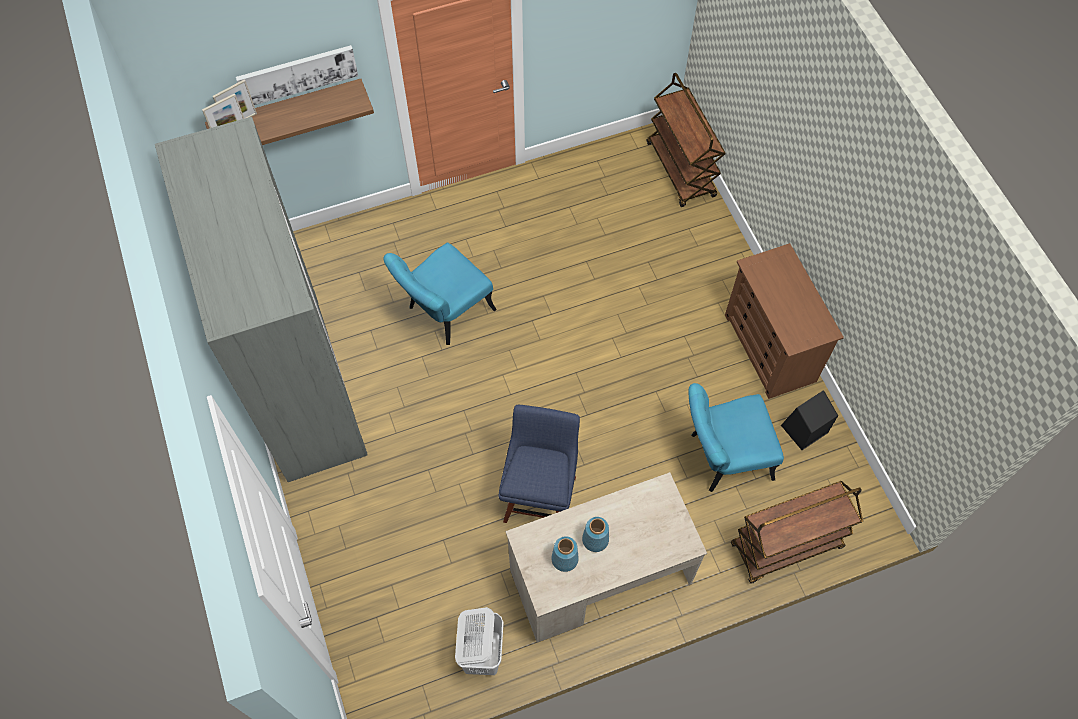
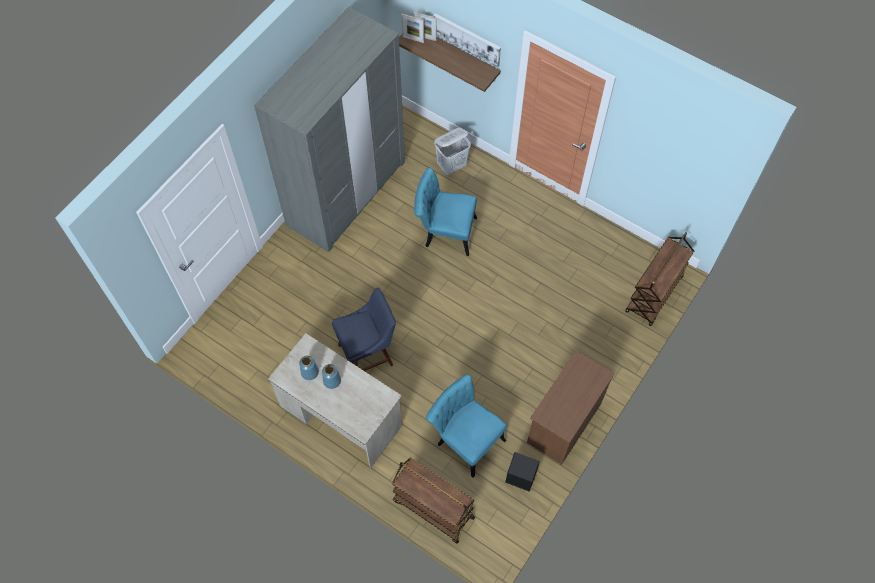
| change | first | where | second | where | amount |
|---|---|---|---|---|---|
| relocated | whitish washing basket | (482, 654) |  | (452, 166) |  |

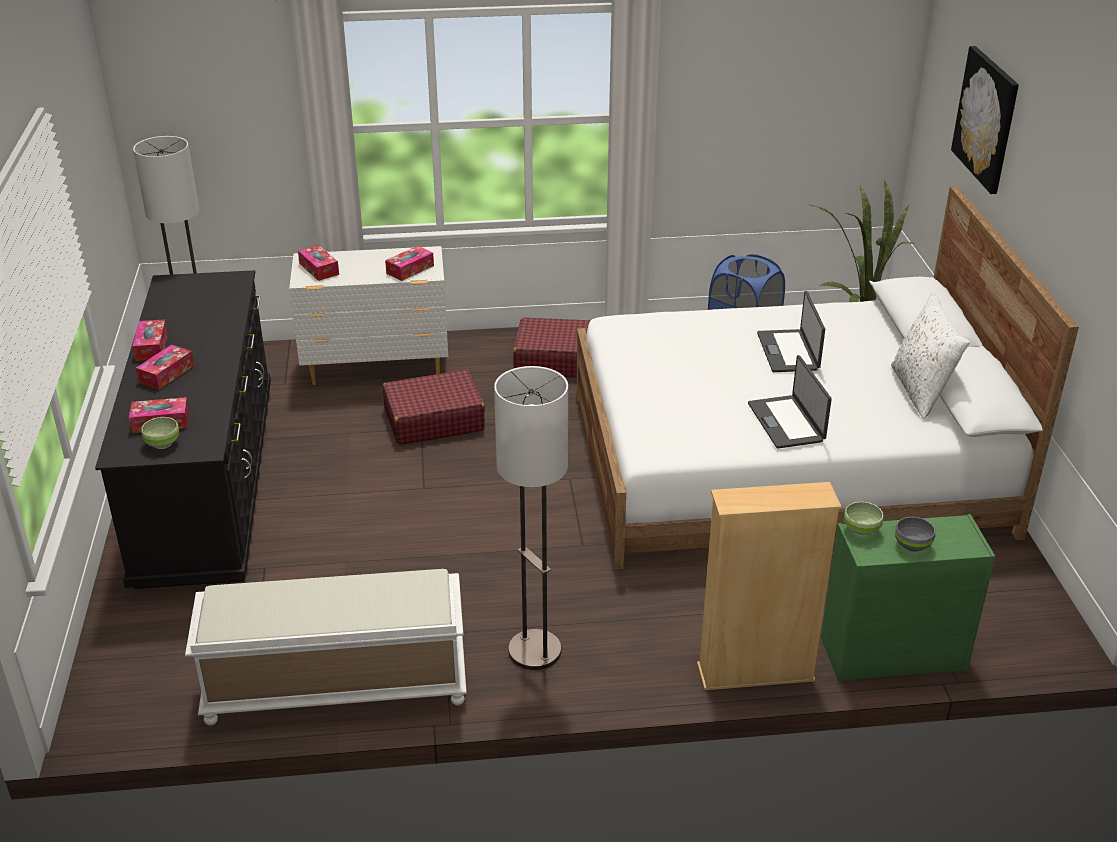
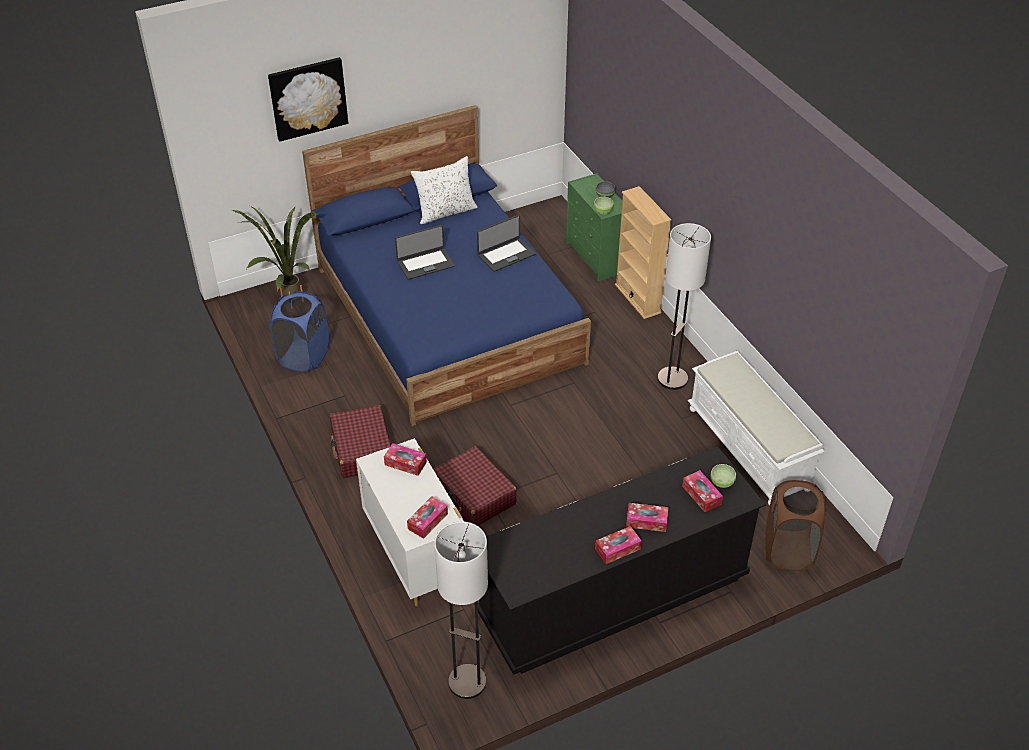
| change | first | where | second | where | amount |
|---|---|---|---|---|---|
| appeared |  |  | brown washing basket | (788, 550) |  |
| colour | whitish bedroom bed | (785, 464) | blue bedroom bed | (448, 314) |  |

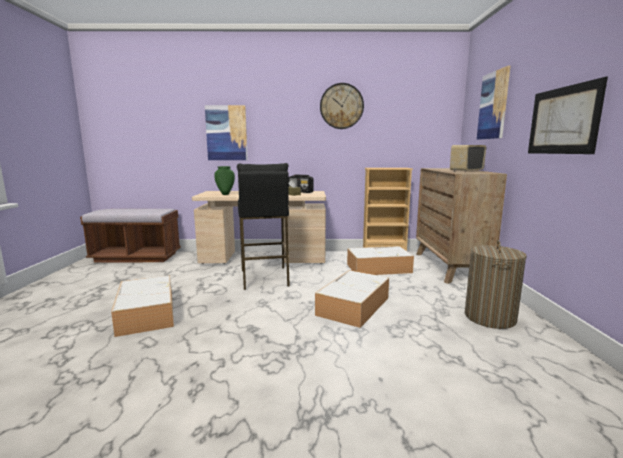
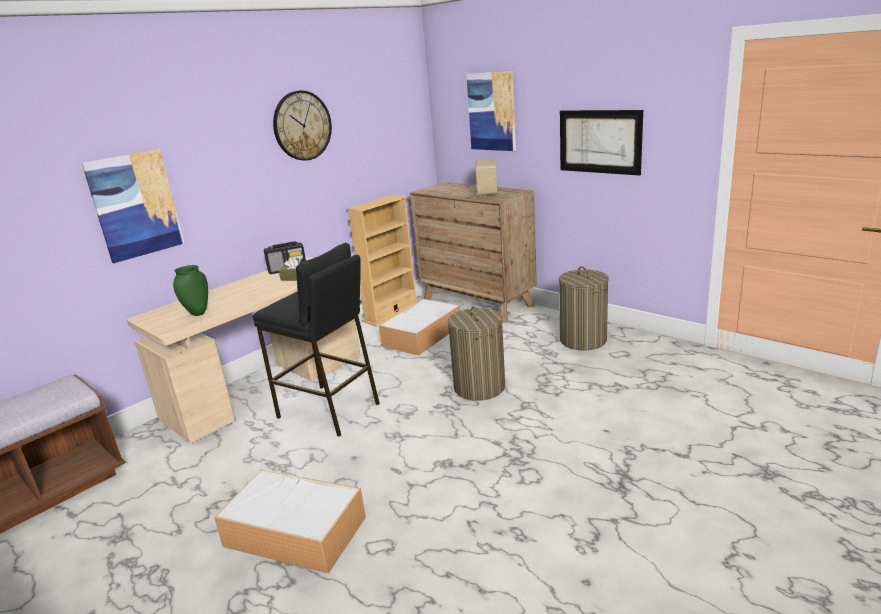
| change | first | where | second | where | amount |
|---|---|---|---|---|---|
| exchanged | storage container | (353, 305) | washing basket | (479, 387) |  |

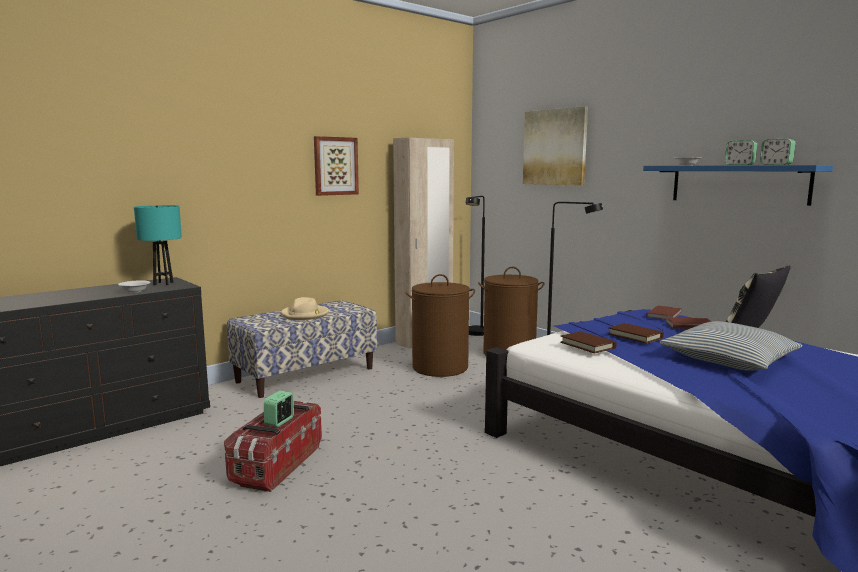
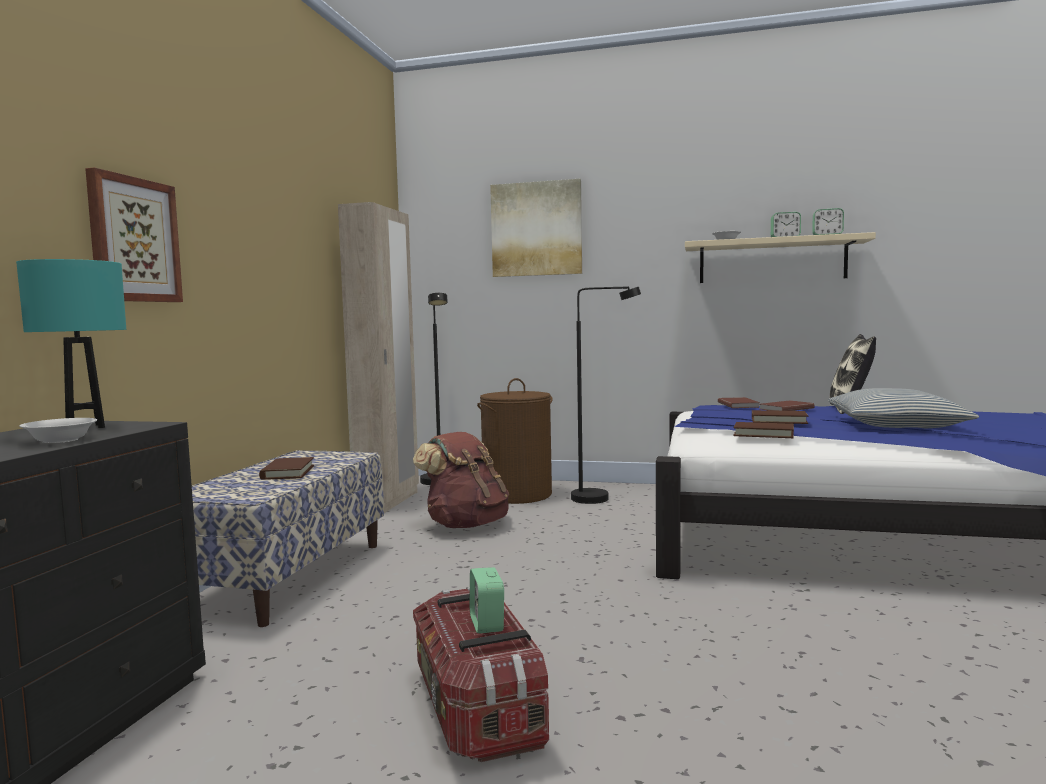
| change | first | where | second | where | amount |
|---|---|---|---|---|---|
| relocated | wall picture | (335, 166) |  | (133, 240) |  |
| exchanged | beige-coloured hat | (305, 315) | brown bound book | (288, 472) |  |
| exchanged | brown washing basket | (440, 367) | brown knapsack | (466, 525) |  |
| colour | blue bracket shelf | (738, 184) | beige-coloured bracket shelf | (772, 261) |  |

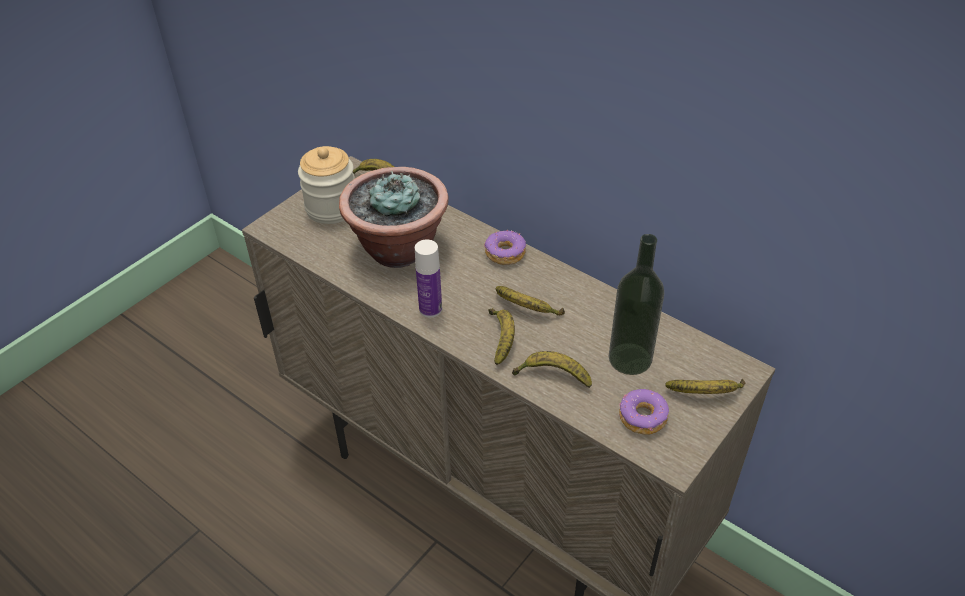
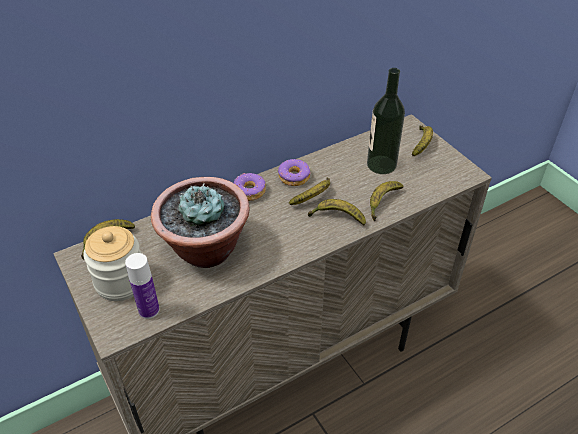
| change | first | where | second | where | amount |
|---|---|---|---|---|---|
| relocated | drink bottle | (430, 309) |  | (149, 310) |  |
| relocated | ring doughnut | (642, 418) |  | (294, 177) |  |

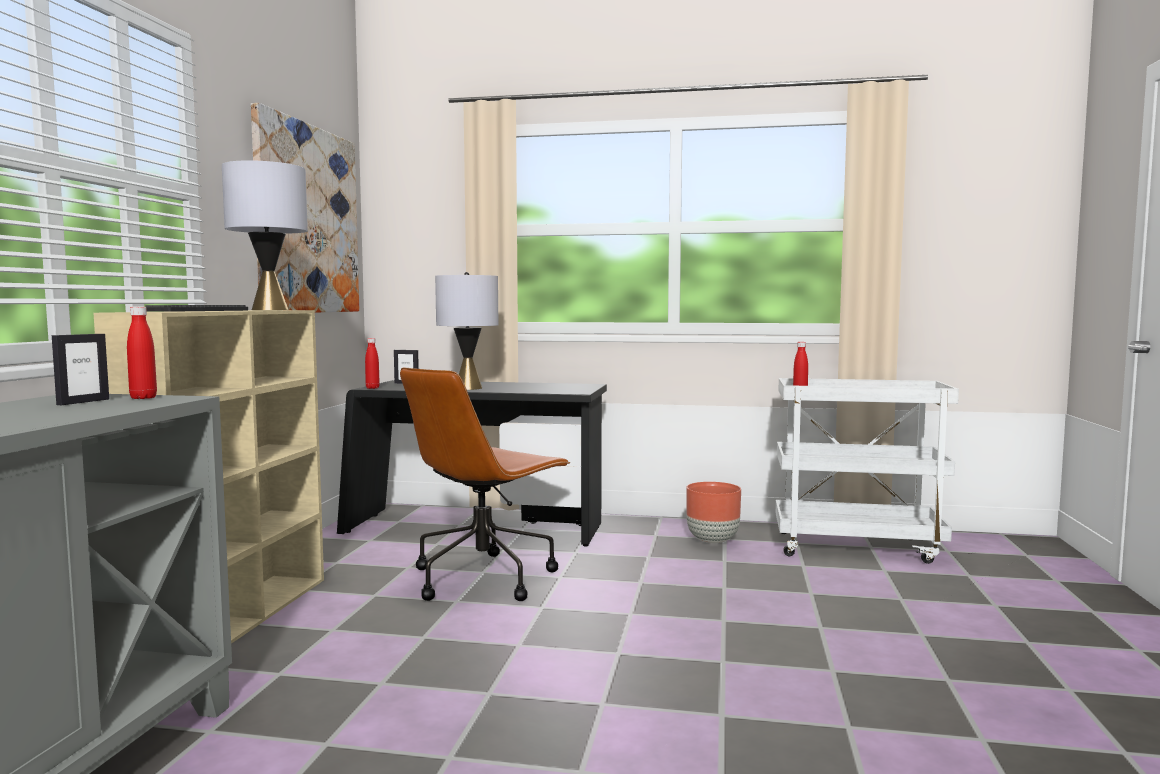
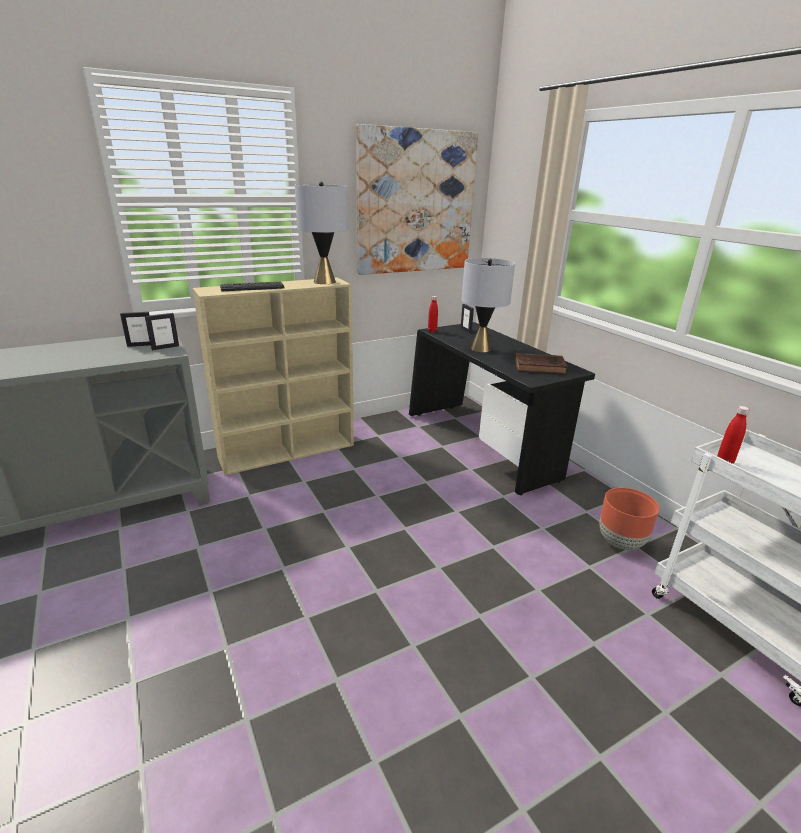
| change | first | where | second | where | amount |
|---|---|---|---|---|---|
| missing | brown computer chair | (484, 577) |  |  |  |
| appeared |  |  | brown bound book | (541, 367) |  |
| exchanged | red-coloured drink bottle | (143, 398) | picture frame | (165, 347) |  |

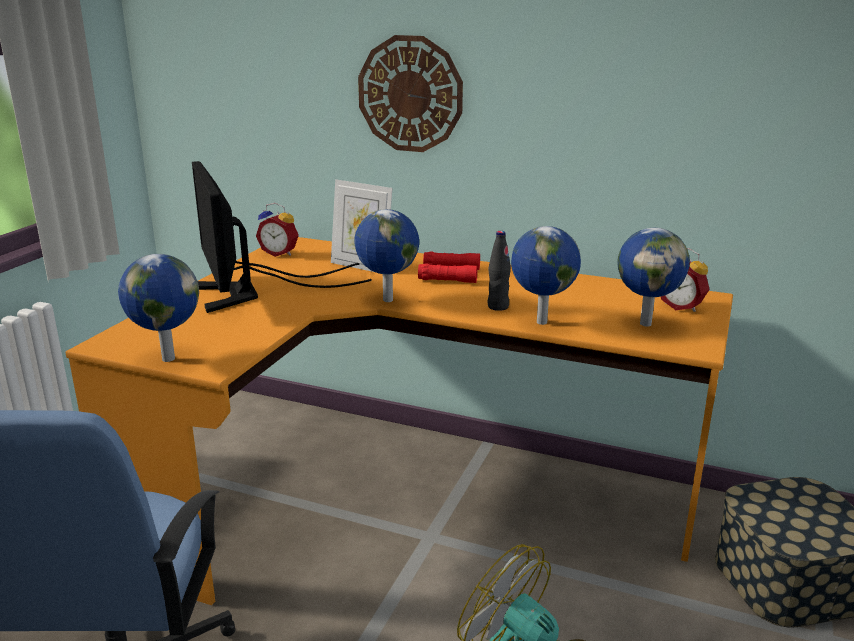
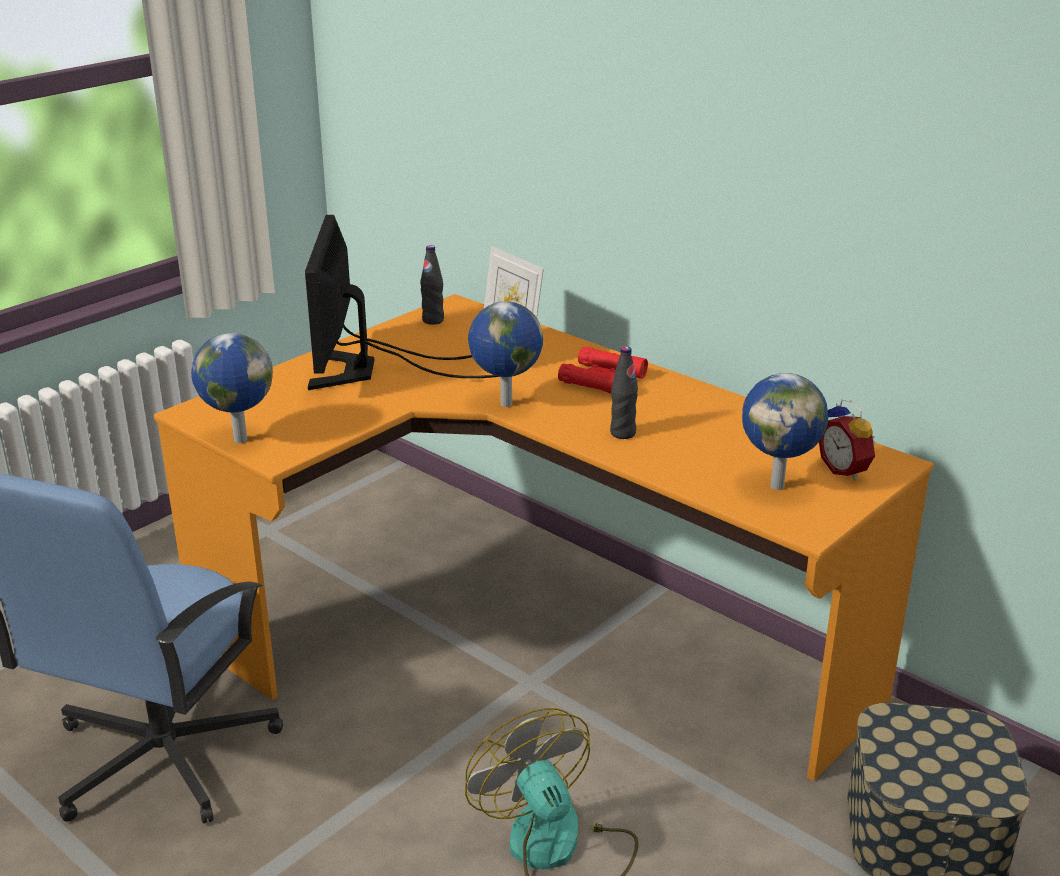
| change | first | where | second | where | amount |
|---|---|---|---|---|---|
| missing | clock on the wall | (410, 94) |  |  |  |
| missing | globe | (540, 322) |  |  |  |
| exchanged | alarm clock | (280, 253) | black drink bottle | (433, 320) |  |

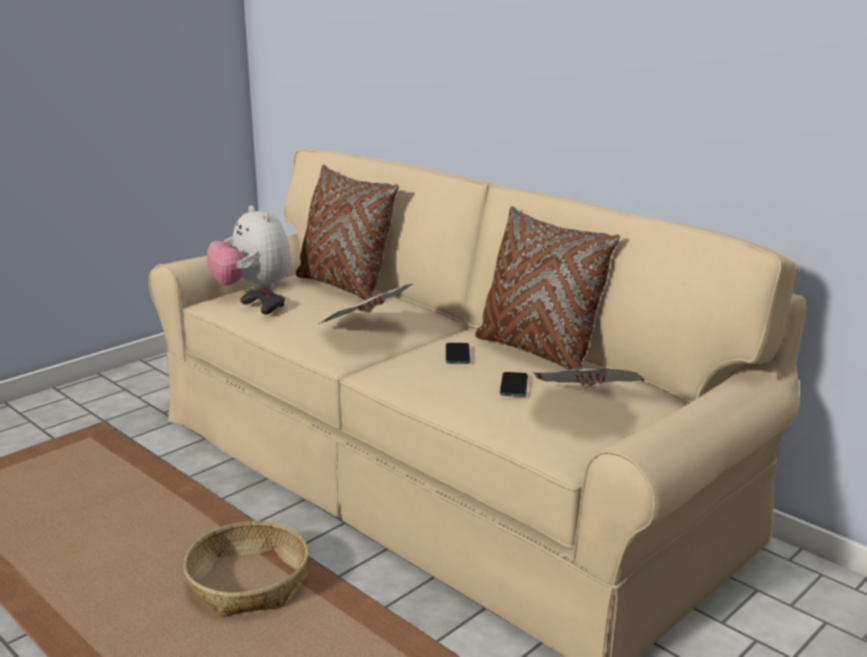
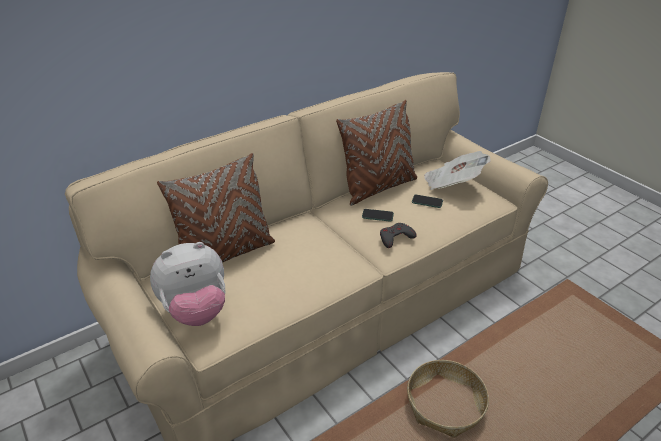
| change | first | where | second | where | amount |
|---|---|---|---|---|---|
| missing | printed paper | (365, 328) |  |  |  |
| relocated | greyish joypad | (264, 306) |  | (395, 237) |  |

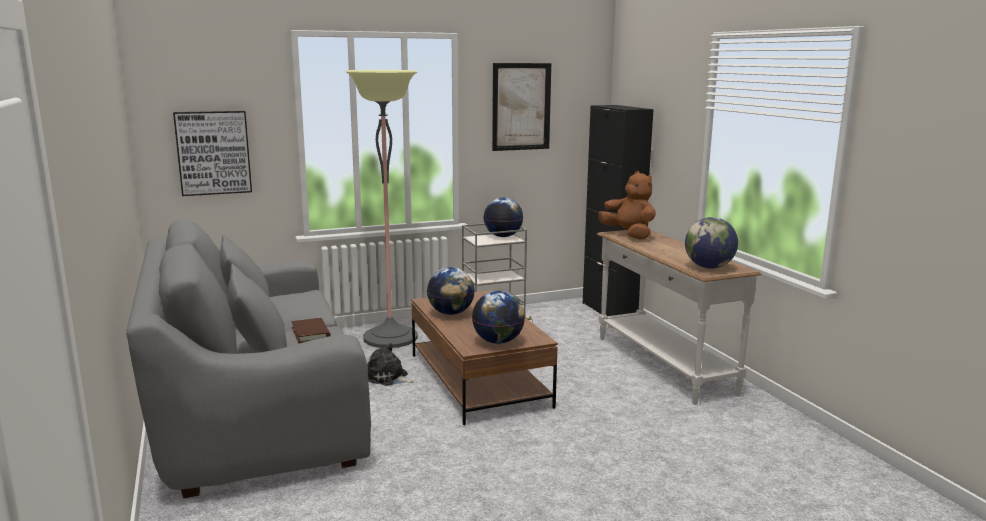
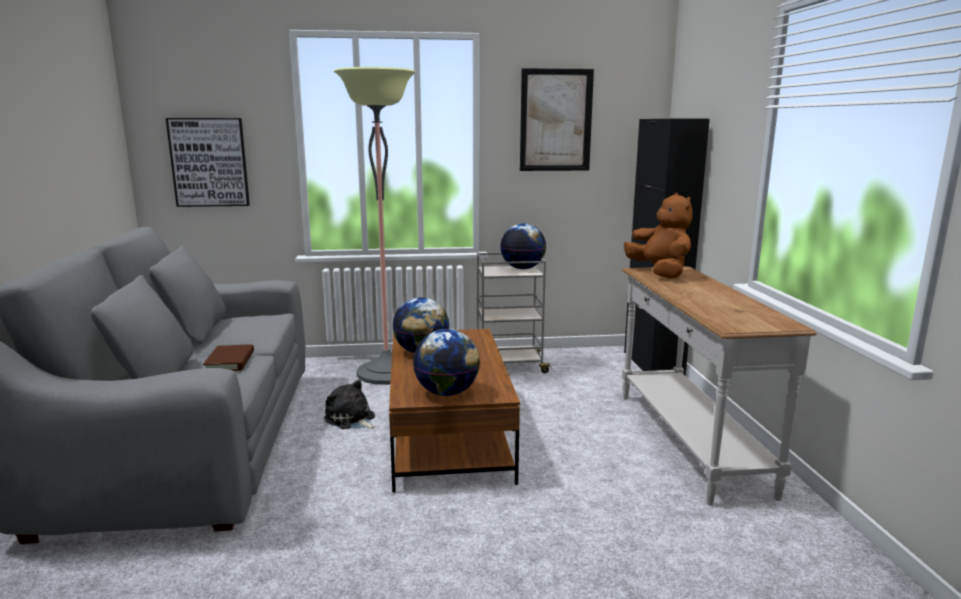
| change | first | where | second | where | amount |
|---|---|---|---|---|---|
| missing | globe | (709, 267) |  |  |  |

